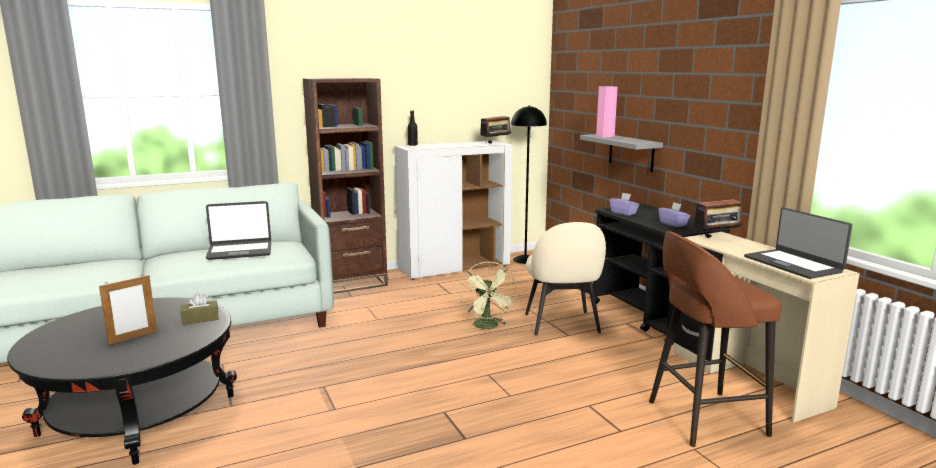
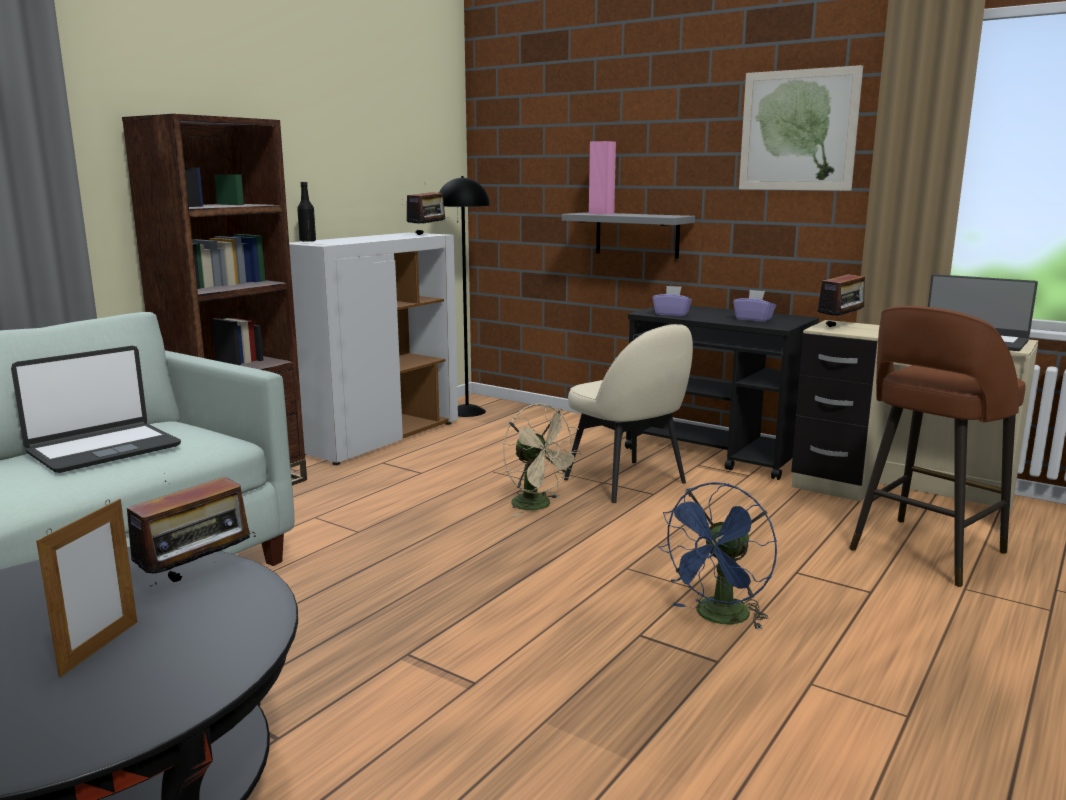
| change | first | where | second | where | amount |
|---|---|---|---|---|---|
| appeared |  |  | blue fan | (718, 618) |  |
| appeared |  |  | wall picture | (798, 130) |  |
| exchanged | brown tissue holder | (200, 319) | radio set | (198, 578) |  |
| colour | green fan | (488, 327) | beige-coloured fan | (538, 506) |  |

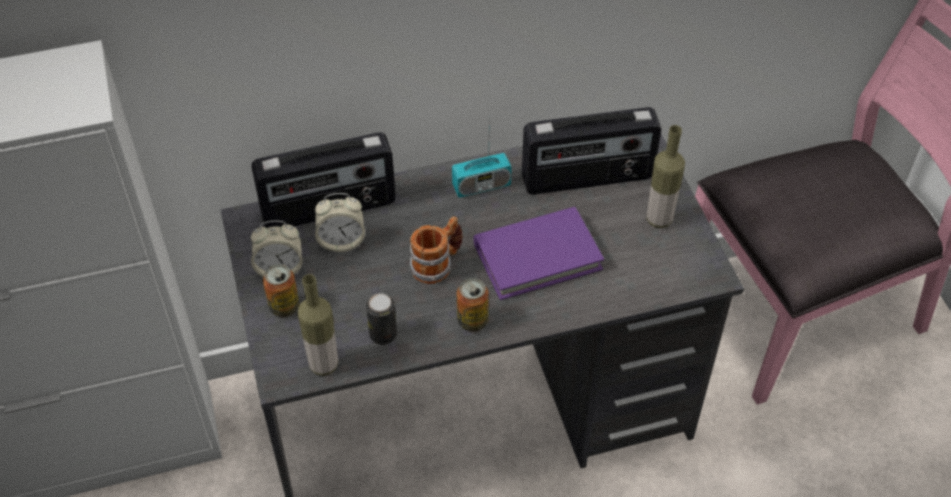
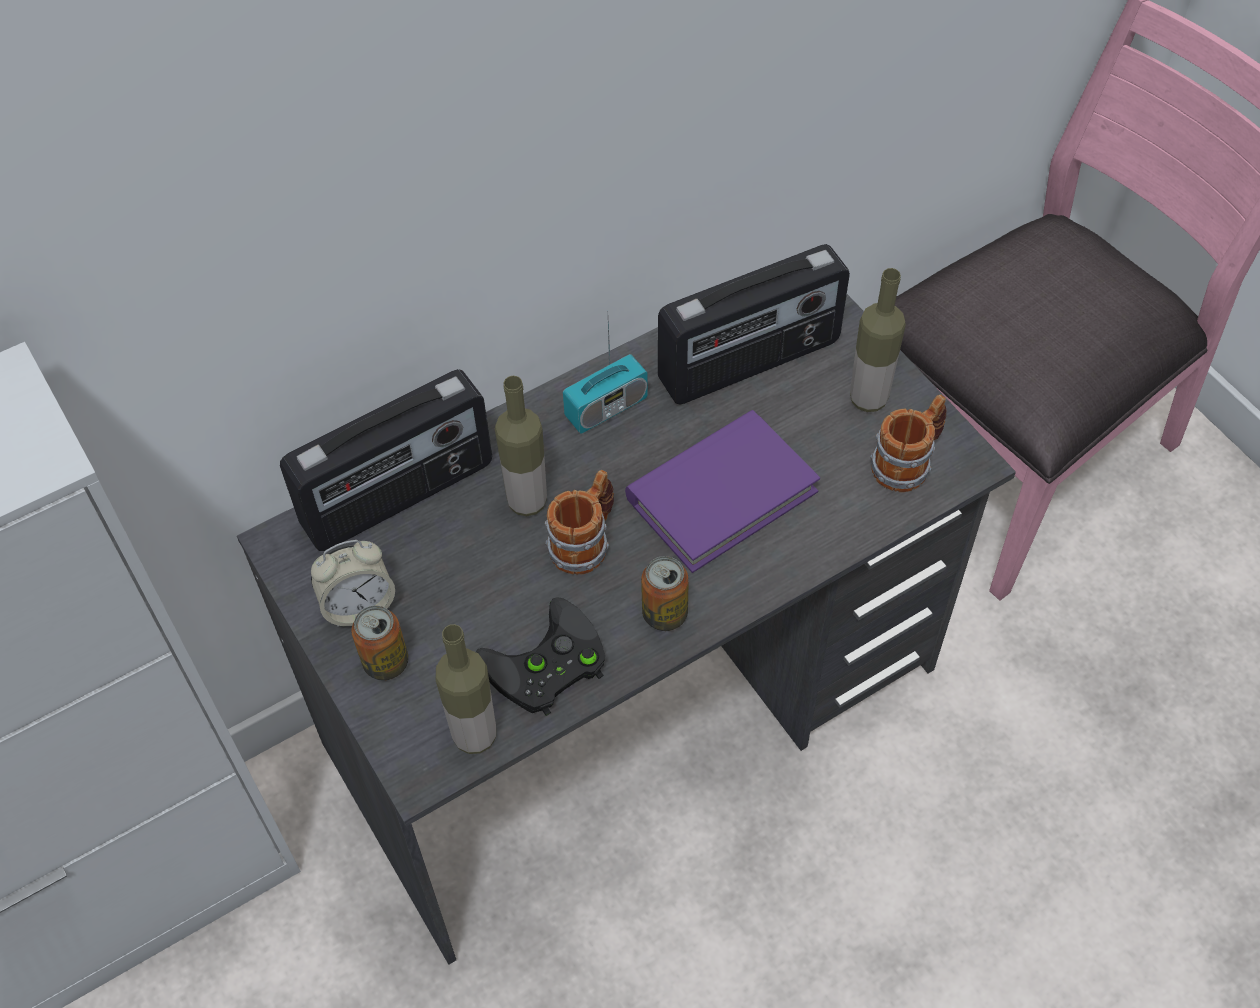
| change | first | where | second | where | amount |
|---|---|---|---|---|---|
| missing | alarm clock | (341, 241) |  |  |  |
| appeared |  |  | drink bottle | (527, 501) |  |
| appeared |  |  | mug | (908, 462) |  |
| exchanged | metal can | (383, 334) | black joypad | (545, 667) |  |

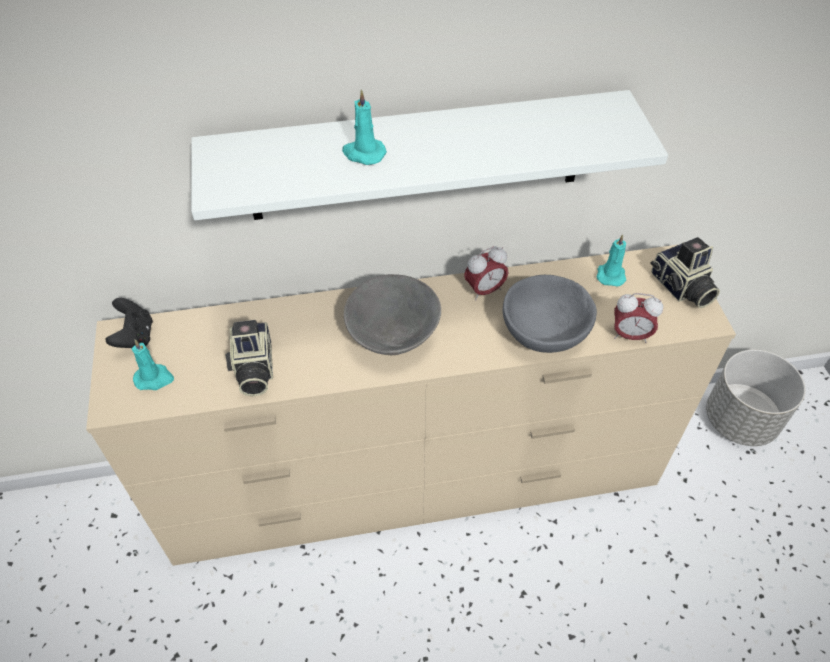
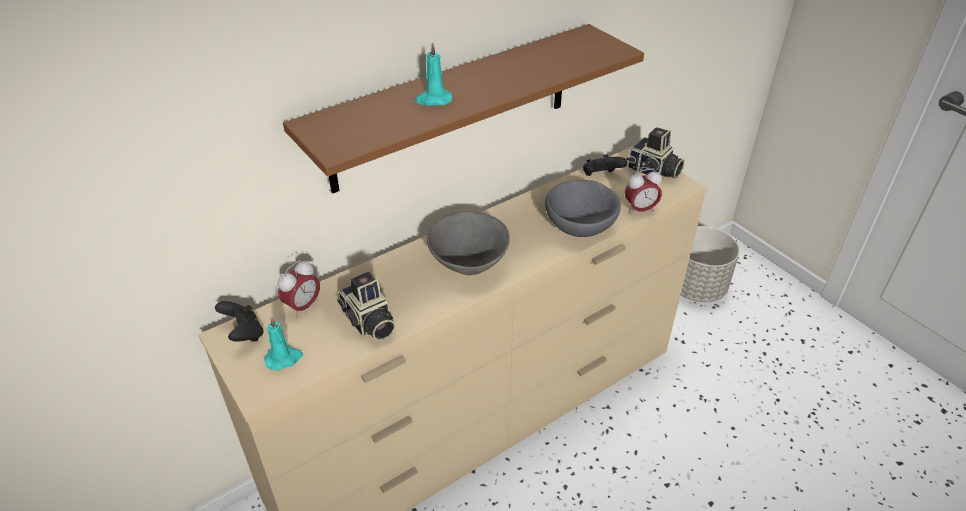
| change | first | where | second | where | amount |
|---|---|---|---|---|---|
| relocated | alarm clock | (484, 290) |  | (303, 307) |  |
| exchanged | blue-green candle | (610, 274) | black joypad | (601, 177) |  |
| colour | whitish bracket shelf | (417, 157) | brown bracket shelf | (453, 108) |  |

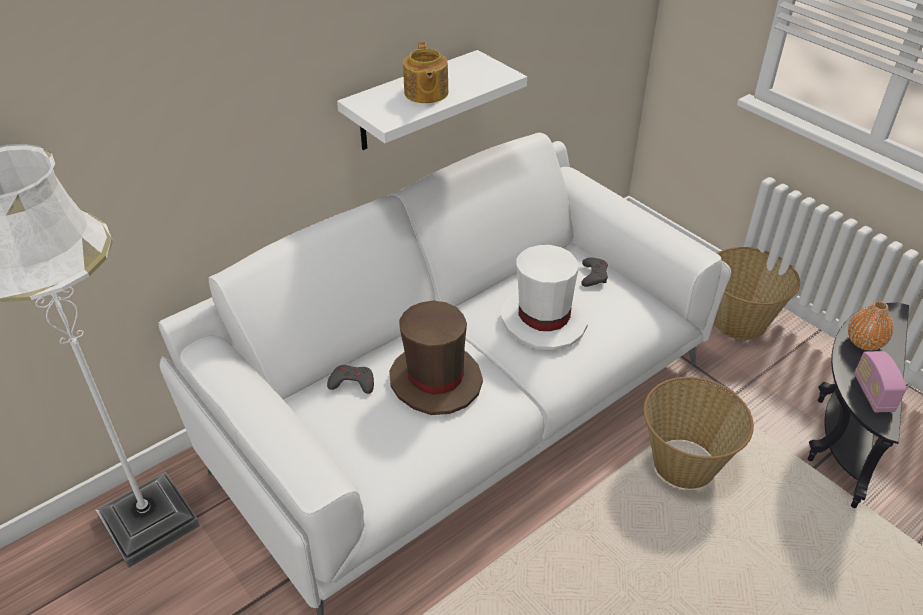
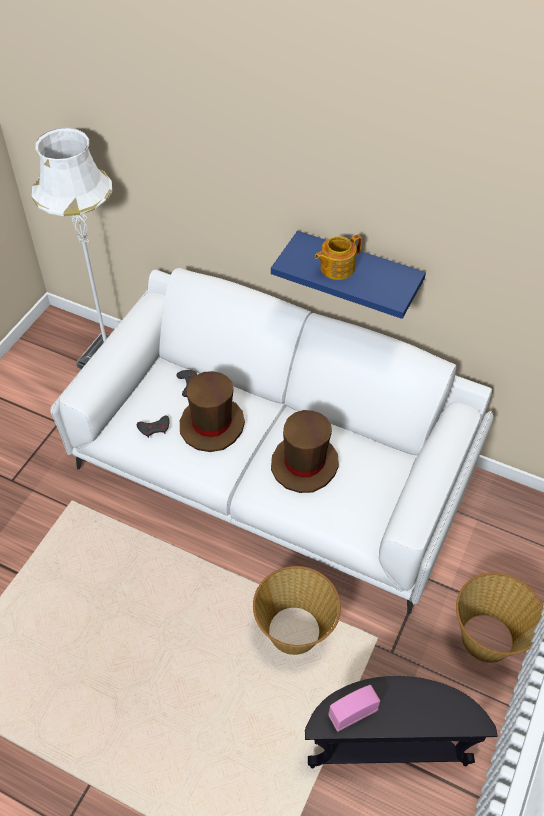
| change | first | where | second | where | amount |
|---|---|---|---|---|---|
| missing | orangey flower vase | (864, 342) |  |  |  |
| relocated | greyish joypad | (594, 275) |  | (154, 428) |  |
| colour | whitish bracket shelf | (411, 102) | blue bracket shelf | (358, 269) |  |
| colour | whitish hat | (543, 320) | brown hat | (304, 464) |  |

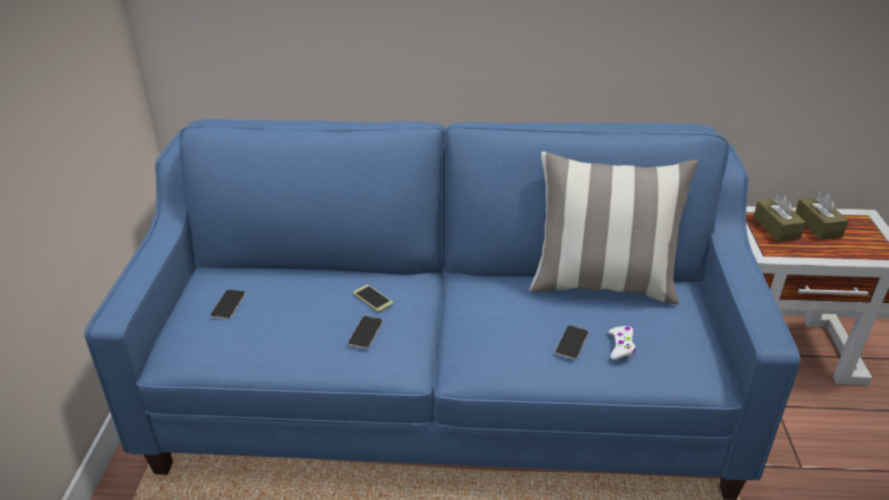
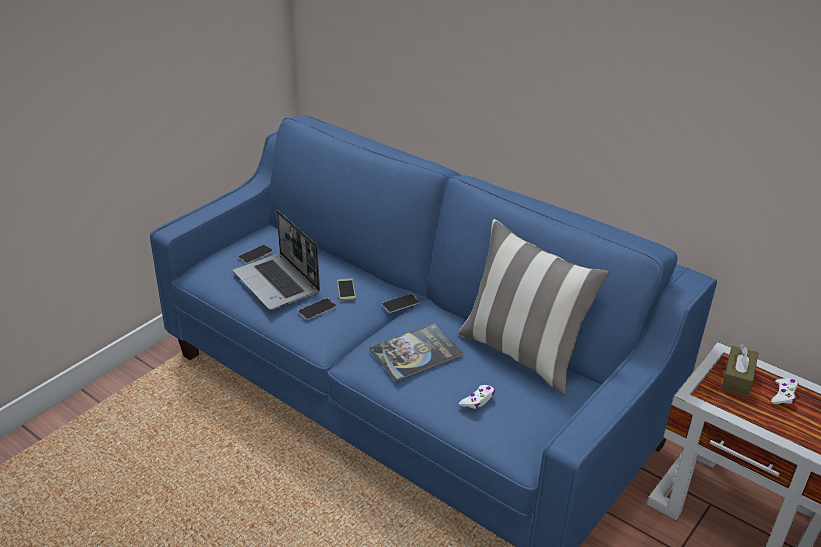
| change | first | where | second | where | amount |
|---|---|---|---|---|---|
| appeared |  |  | notebook computer | (278, 283) |  |
| appeared |  |  | bound book | (416, 353) |  |
| relocated | handset | (571, 342) |  | (400, 304) |  |
| exchanged | brown tissue holder | (817, 226) | whitish joypad | (783, 395) |  |

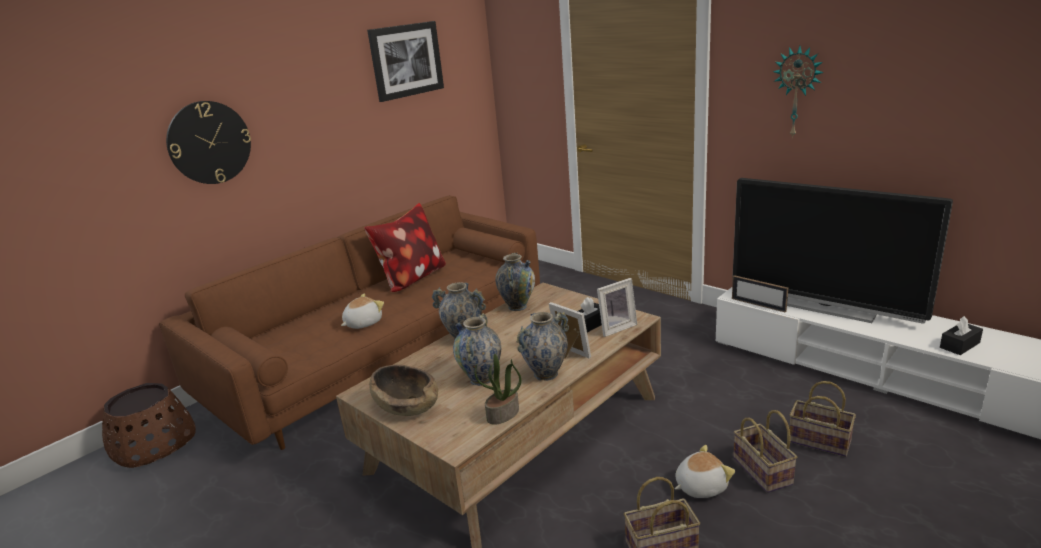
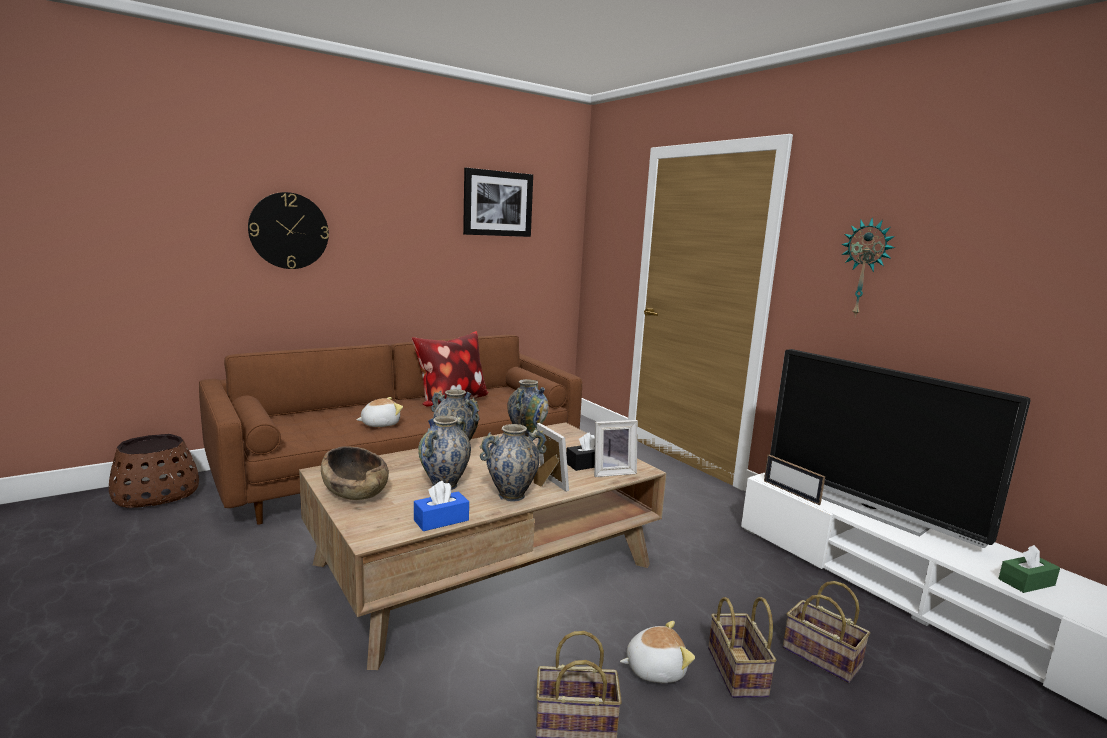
| change | first | where | second | where | amount |
|---|---|---|---|---|---|
| exchanged | plant in a pot | (503, 414) | blue tissue holder | (441, 520) |  |
| colour | black tissue holder | (959, 345) | green tissue holder | (1026, 582) |  |

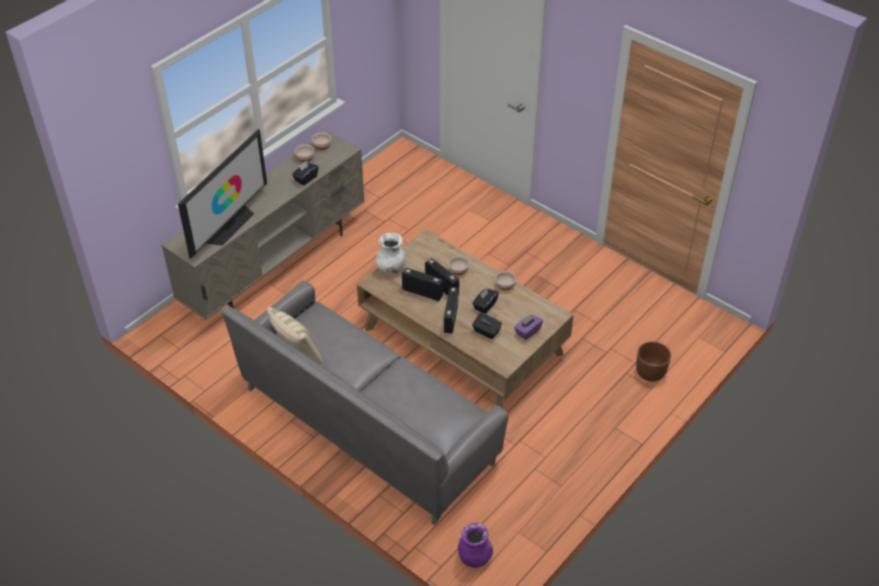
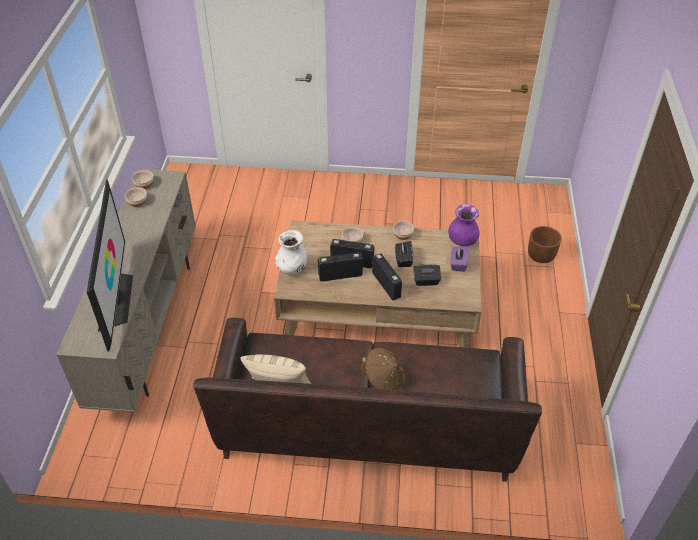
| change | first | where | second | where | amount |
|---|---|---|---|---|---|
| missing | black tissue holder | (305, 178) |  |  |  |
| appeared |  |  | brown hat | (384, 380) |  |
| relocated | purple-coloured flower vase | (474, 557) |  | (462, 241) |  |
| colour | greyish couch | (367, 425) | brown couch | (367, 426) |  |

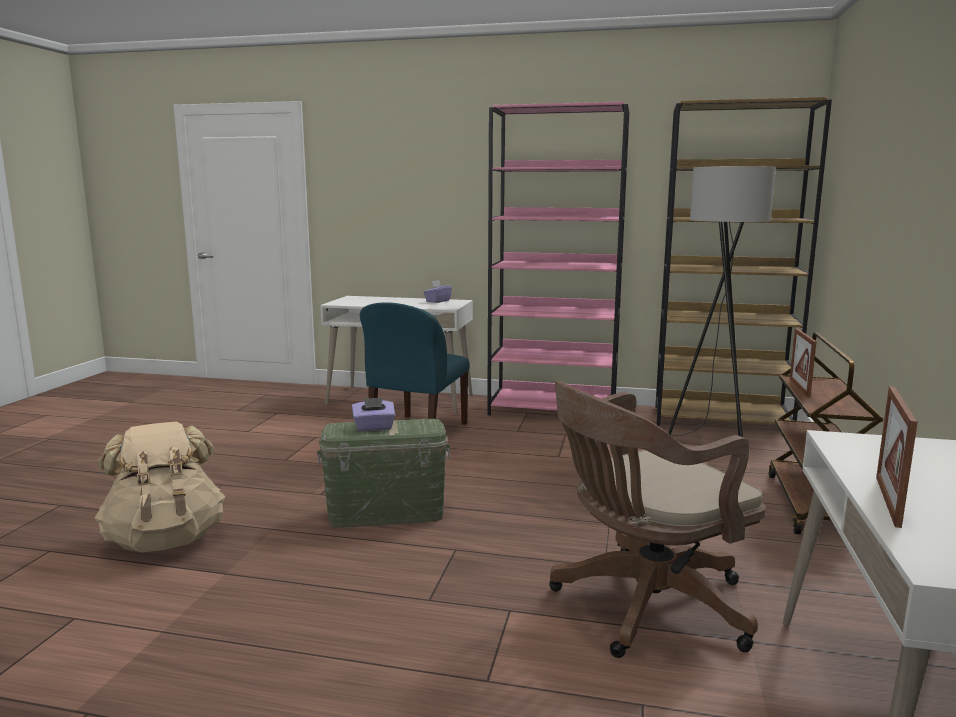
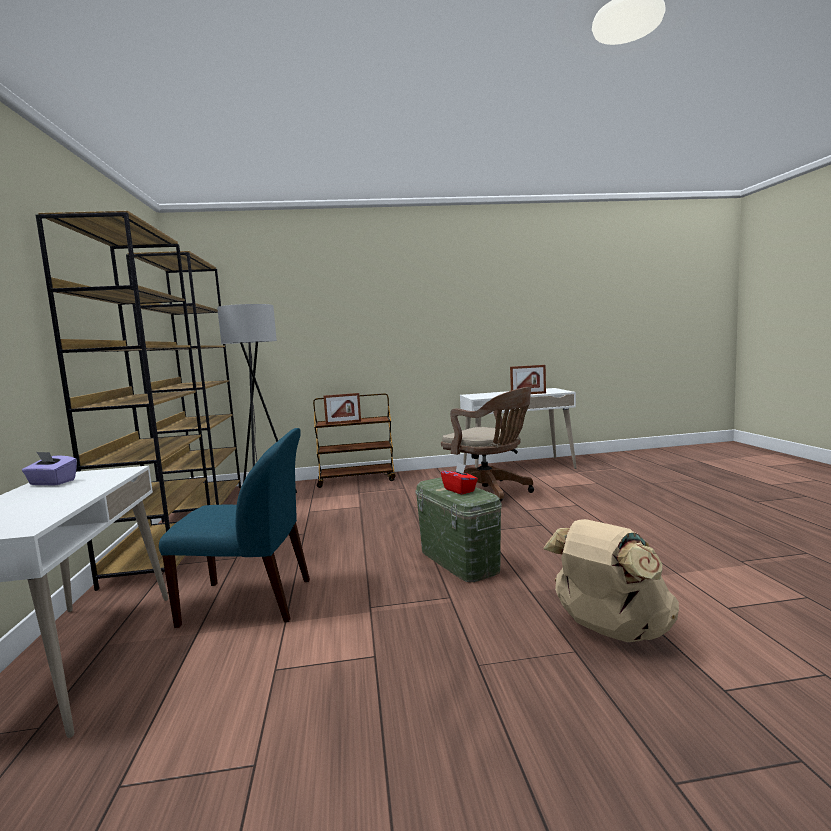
| change | first | where | second | where | amount |
|---|---|---|---|---|---|
| colour | purple-coloured tissue holder | (374, 427) | red-coloured tissue holder | (459, 490) |  |
| colour | pinkish shelving unit | (553, 410) | brown shelving unit | (161, 555) |  |

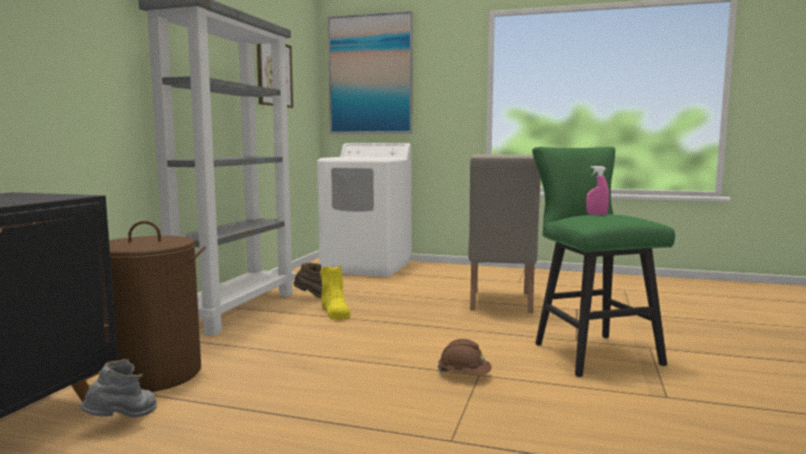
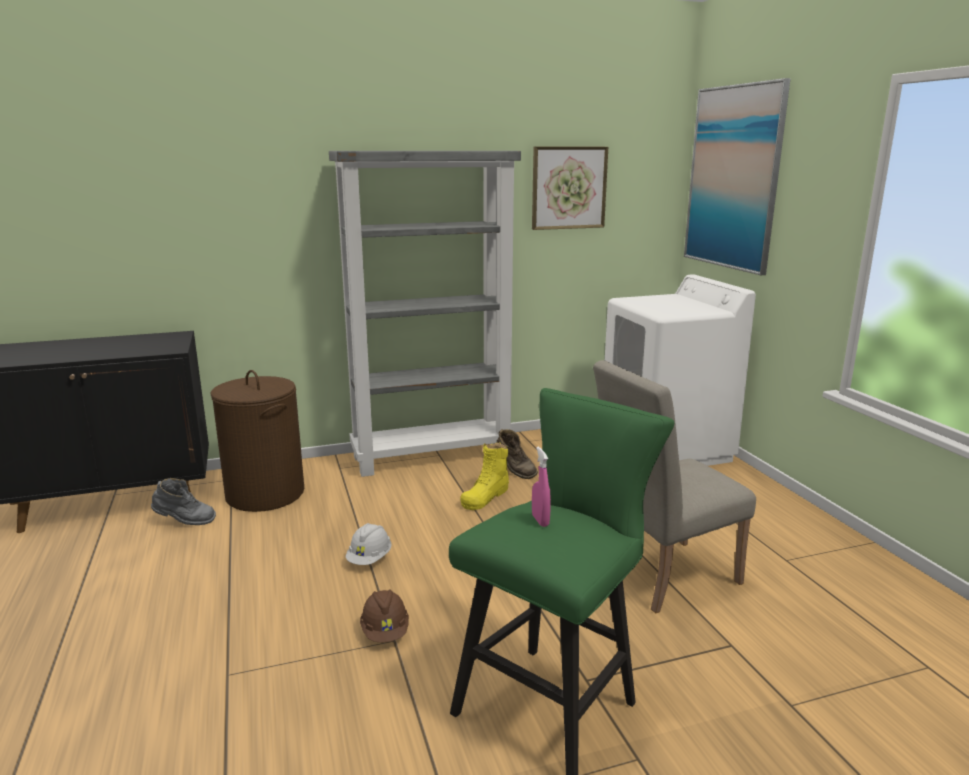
| change | first | where | second | where | amount |
|---|---|---|---|---|---|
| appeared |  |  | whitish hard hat | (370, 559) |  |

